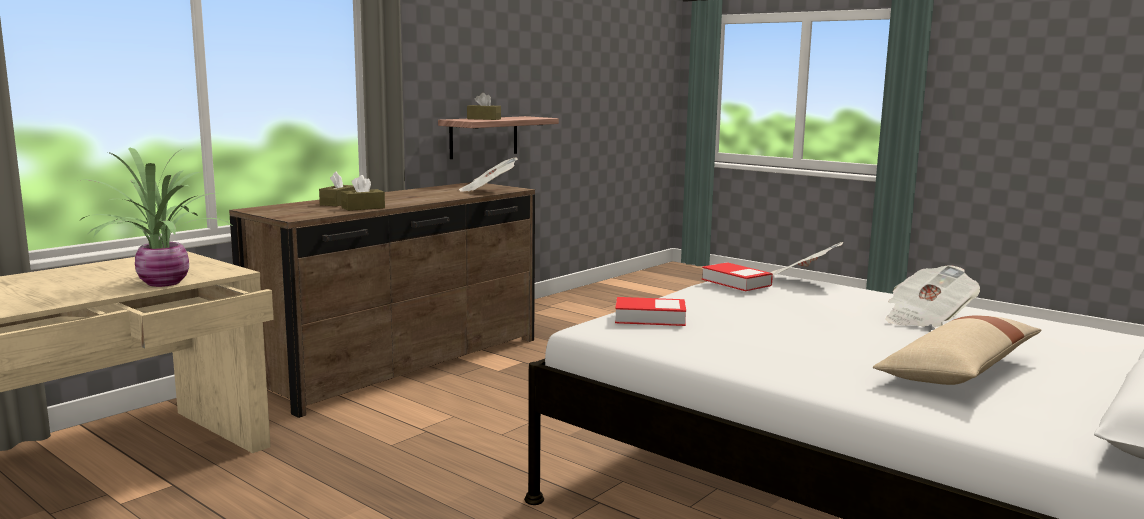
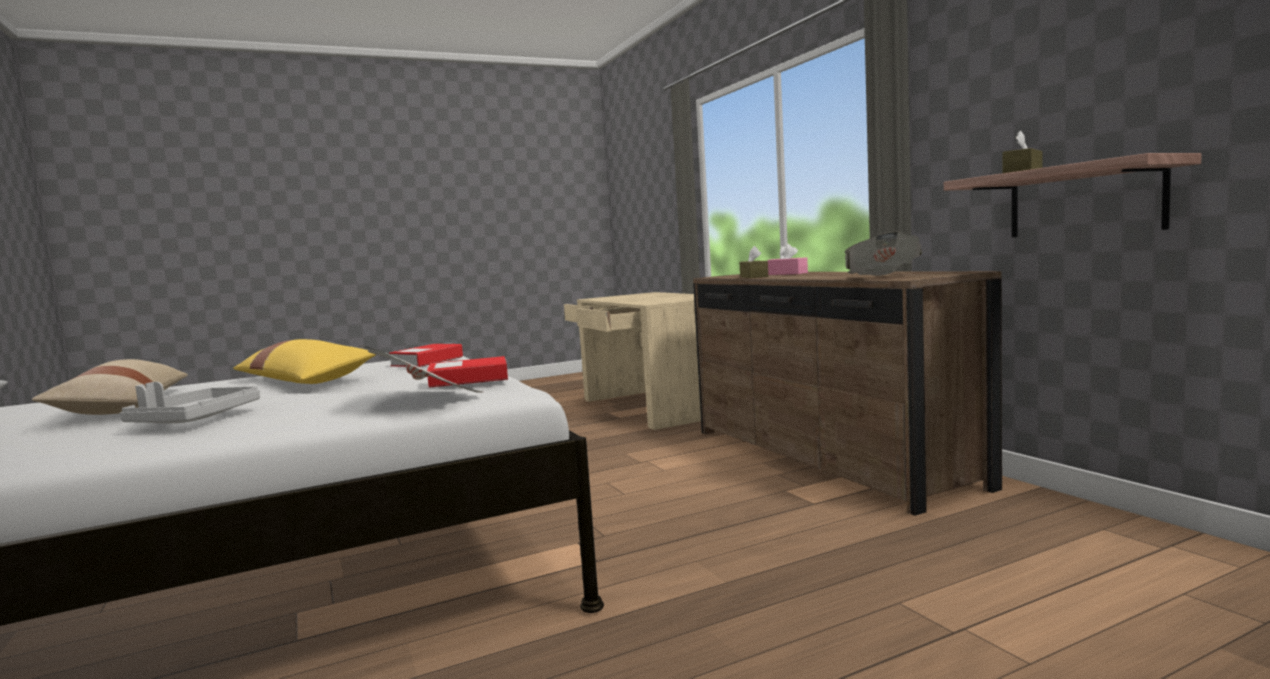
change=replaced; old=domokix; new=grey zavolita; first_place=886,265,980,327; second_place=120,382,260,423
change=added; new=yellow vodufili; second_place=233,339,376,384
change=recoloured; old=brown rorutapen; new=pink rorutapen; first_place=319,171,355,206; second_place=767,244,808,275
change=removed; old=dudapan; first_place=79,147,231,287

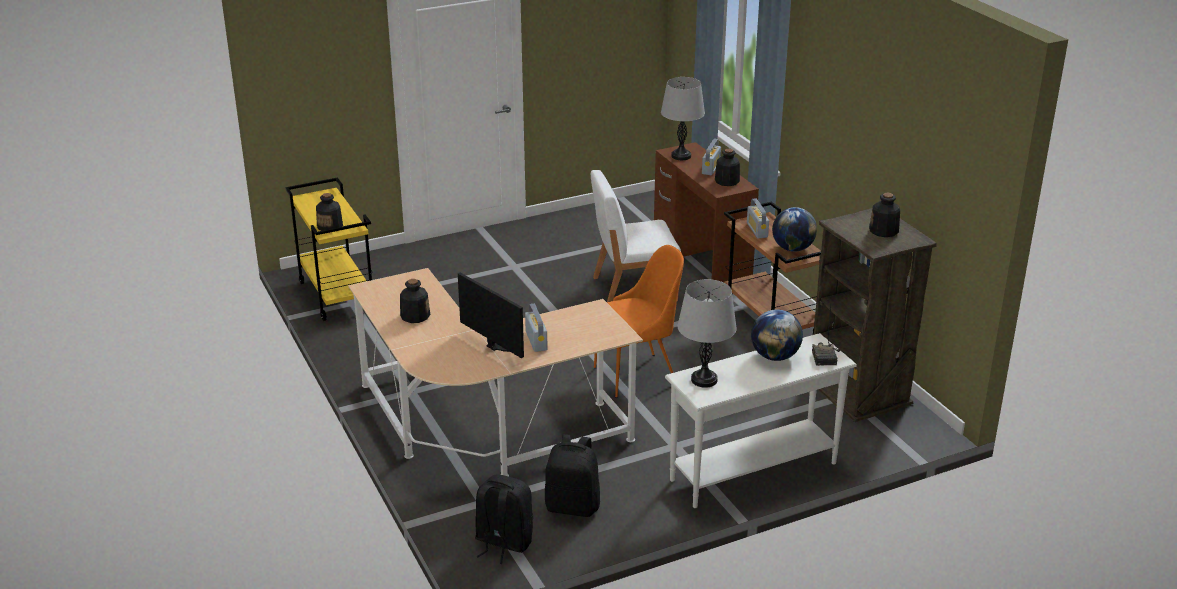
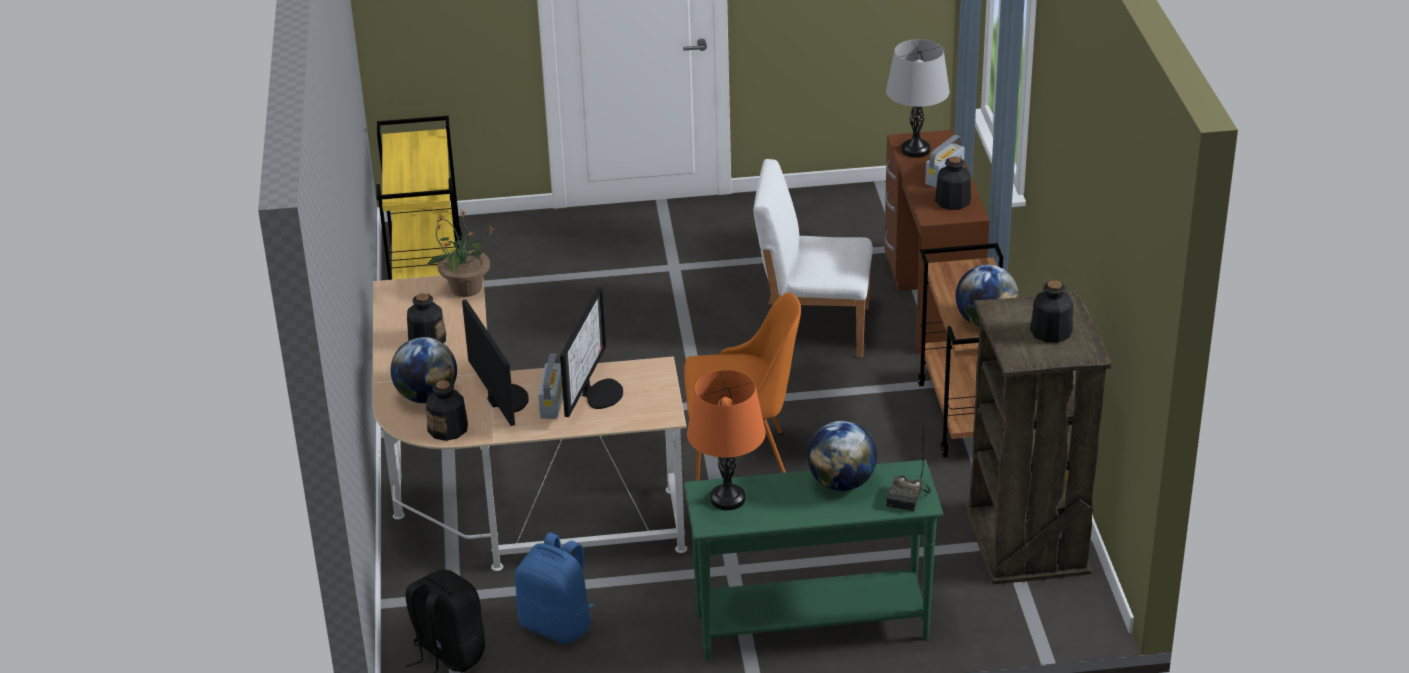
change=added; new=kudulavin; second_place=391,337,457,403
change=added; new=dudapan; second_place=426,210,496,297
change=moved; old=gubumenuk; first_place=316,193,343,231; second_place=426,380,468,441
change=recoloured; old=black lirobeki; new=blue lirobeki; first_place=545,434,600,517; second_place=515,532,594,644
change=added; new=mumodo; second_place=560,286,623,417
change=recoloured; old=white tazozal; new=green tazozal; first_place=665,333,857,509; second_place=684,460,944,661
change=recoloured; old=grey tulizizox; new=orange tulizizox; first_place=677,279,737,388; second_place=687,370,766,510
change=removed; old=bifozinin; first_place=747,198,769,239

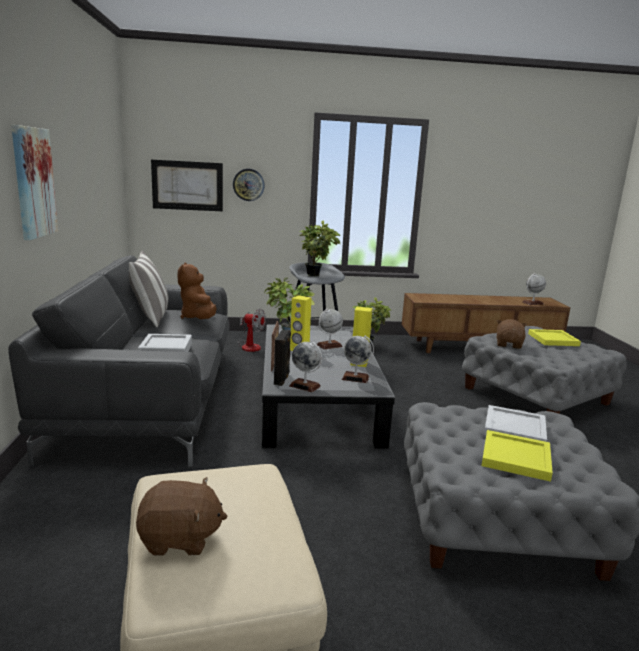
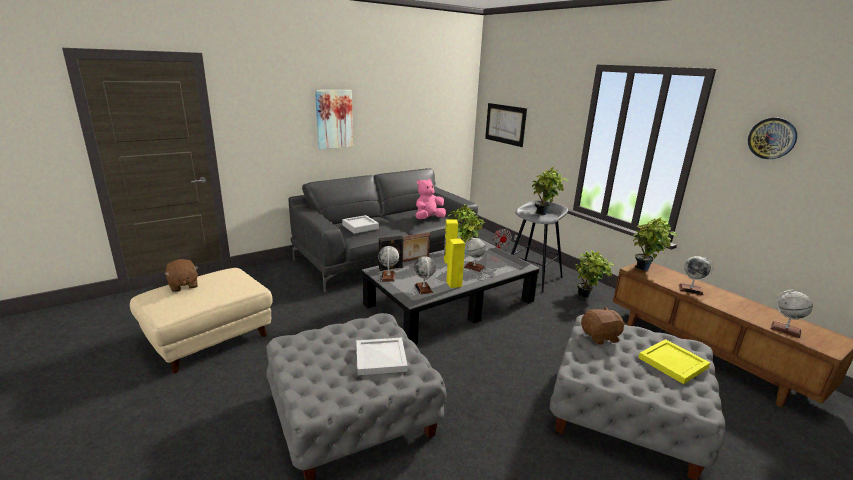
change=recoloured; old=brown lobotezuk; new=pink lobotezuk; first_place=177,263,216,319; second_place=415,179,446,219
change=added; new=dudapan; second_place=633,217,678,271
change=added; new=kudulavin; second_place=679,256,713,295
change=moved; old=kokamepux; first_place=233,169,265,201; second_place=748,118,797,159
change=removed; old=vodufili; first_place=129,251,168,327
change=removed; old=yellow zavolita; first_place=481,430,553,482

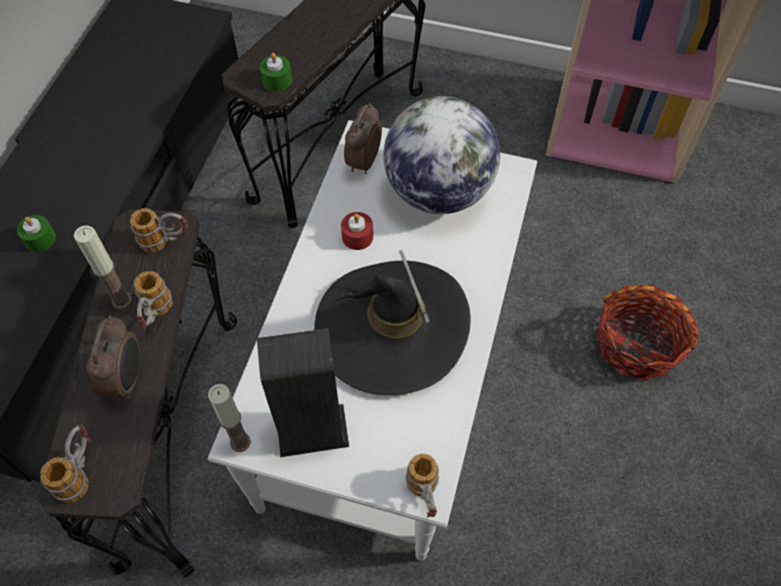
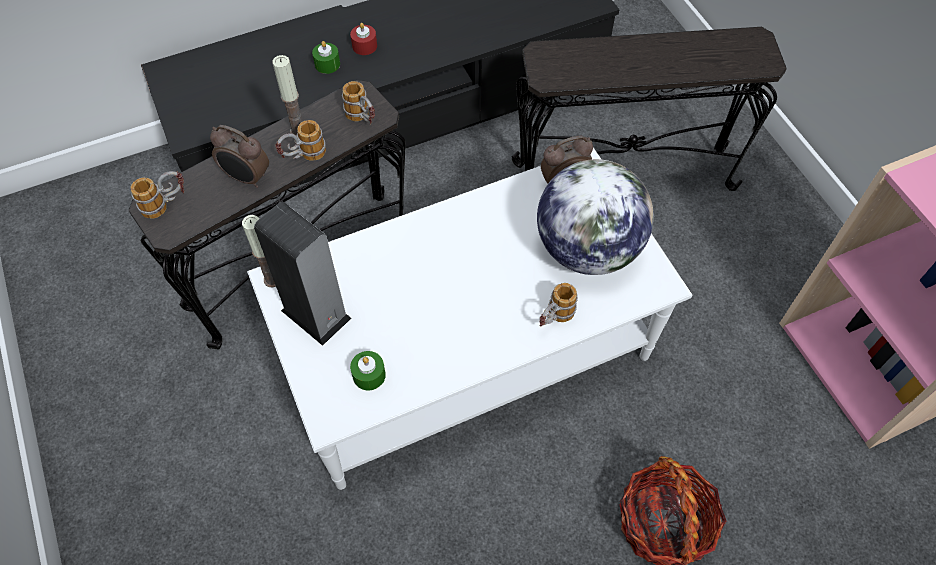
change=turned; old=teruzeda; first_place=86,316,140,399; second_place=210,125,269,188; degrees=60
change=moved; old=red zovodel; first_place=341,212,373,250; second_place=350,23,377,55
change=moved; old=green zovodel; first_place=260,53,292,91; second_place=350,351,386,390
change=moved; old=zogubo; first_place=406,454,439,517; second_place=540,283,578,326
change=removed; old=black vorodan; first_place=314,250,471,395

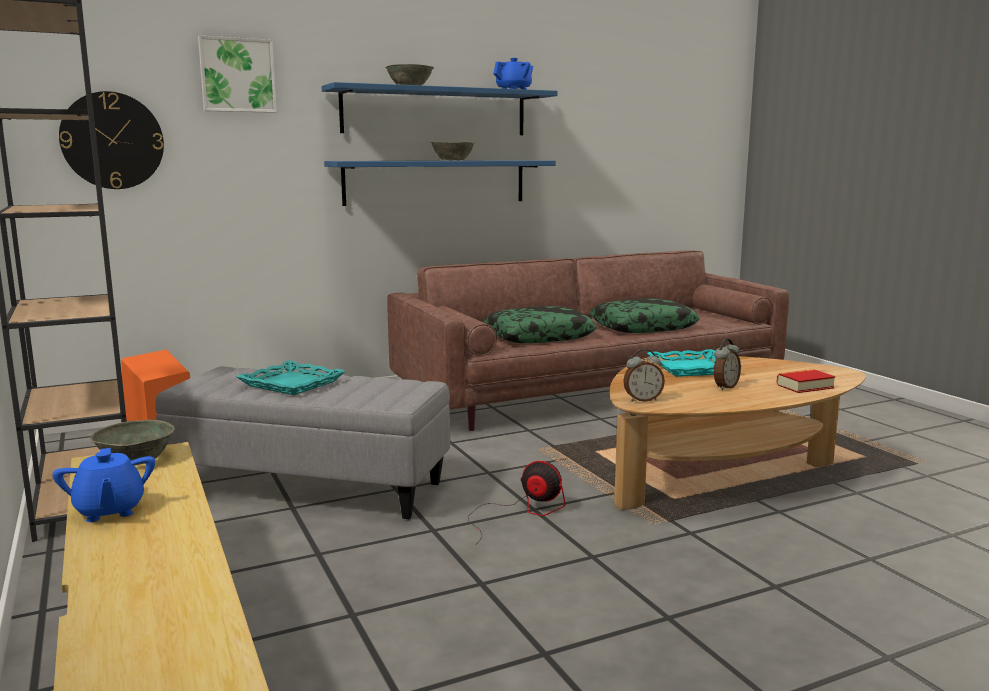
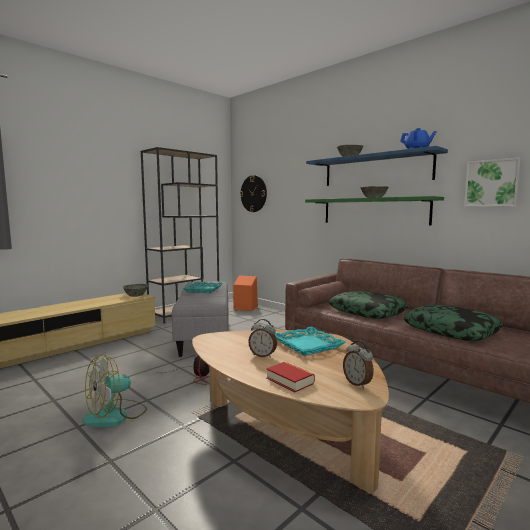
change=added; new=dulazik; second_place=82,354,147,427
change=recoloured; old=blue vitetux; new=green vitetux; first_place=324,160,556,206; second_place=305,196,444,225
change=moved; old=teruzeda; first_place=623,349,665,402; second_place=343,340,374,389
change=moved; old=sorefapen; first_place=198,35,277,113; second_place=464,157,521,207
change=removed; old=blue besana; first_place=52,448,155,522

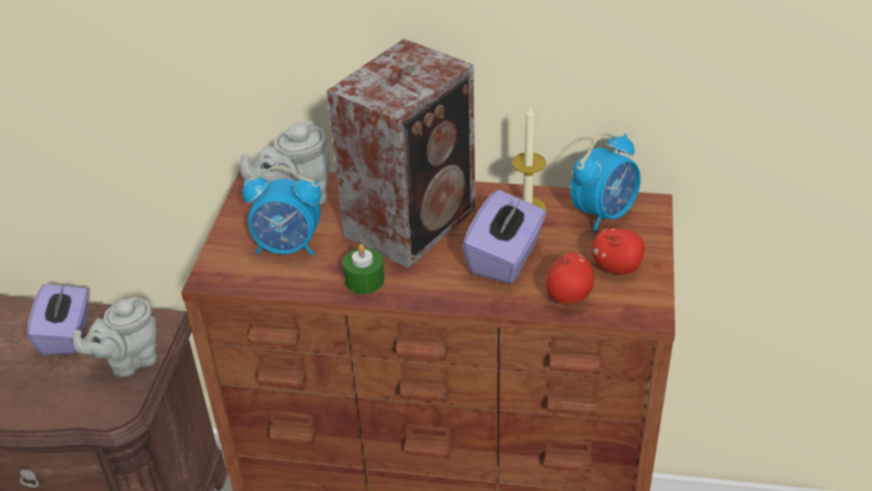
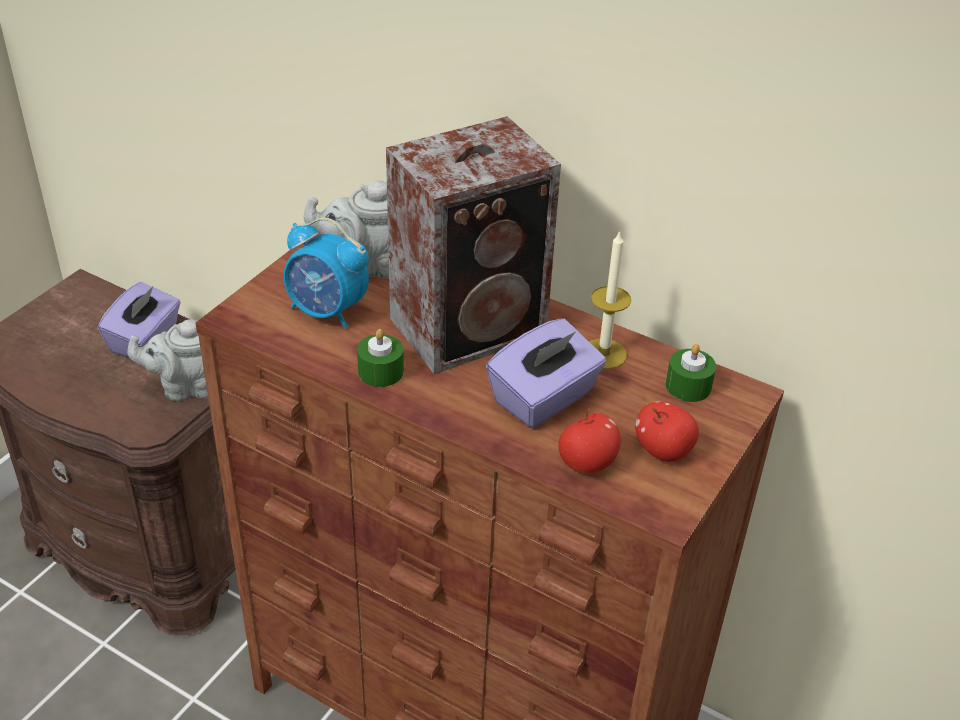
change=replaced; old=teruzeda; new=green zovodel; first_place=571,133,641,232; second_place=666,344,716,402

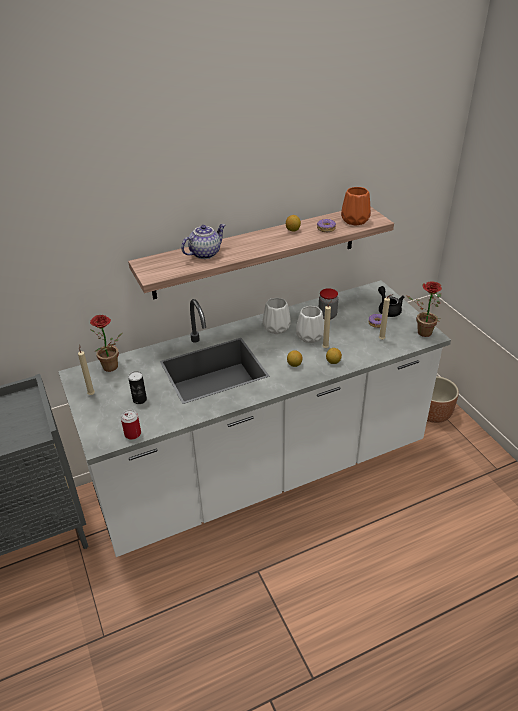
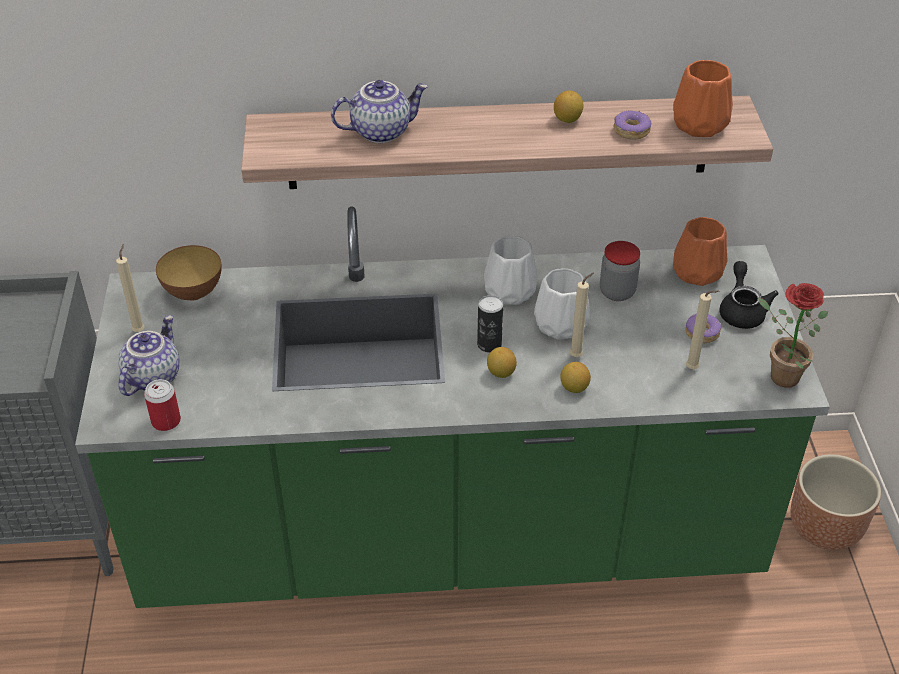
change=recoloured; old=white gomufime; new=green gomufime; first_place=58,280,451,557; second_place=75,206,830,608
change=added; new=besana; second_place=118,315,180,396
change=replaced; old=dudapan; new=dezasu; first_place=90,315,123,372; second_place=156,245,222,301
change=moved; old=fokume; first_place=128,371,147,404; second_place=477,295,503,353
change=added; new=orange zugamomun; second_place=673,217,727,286

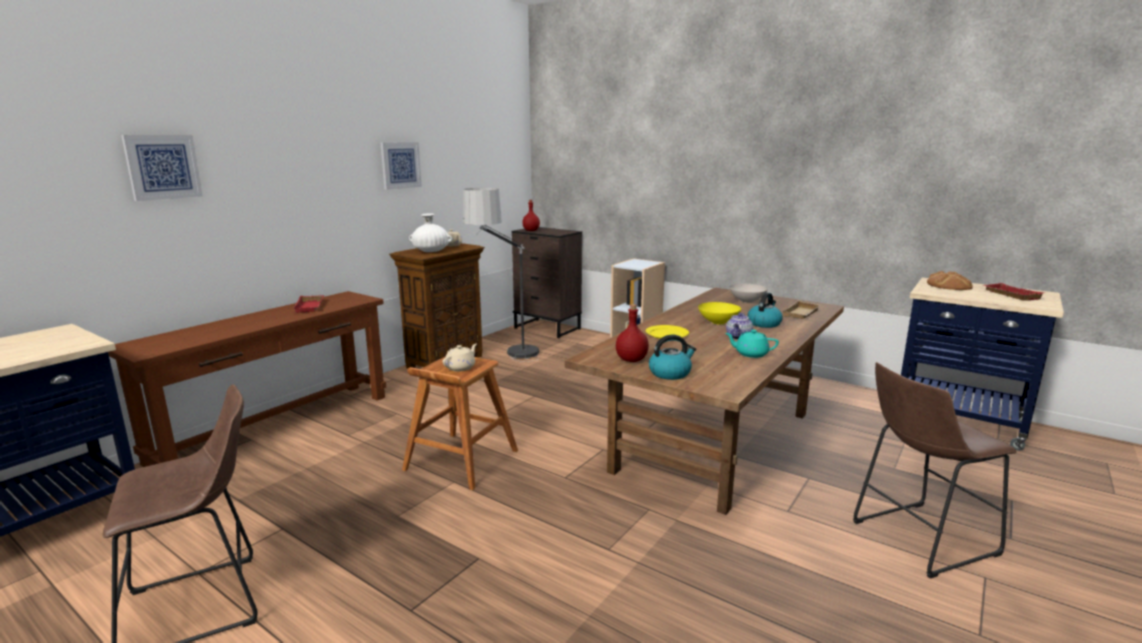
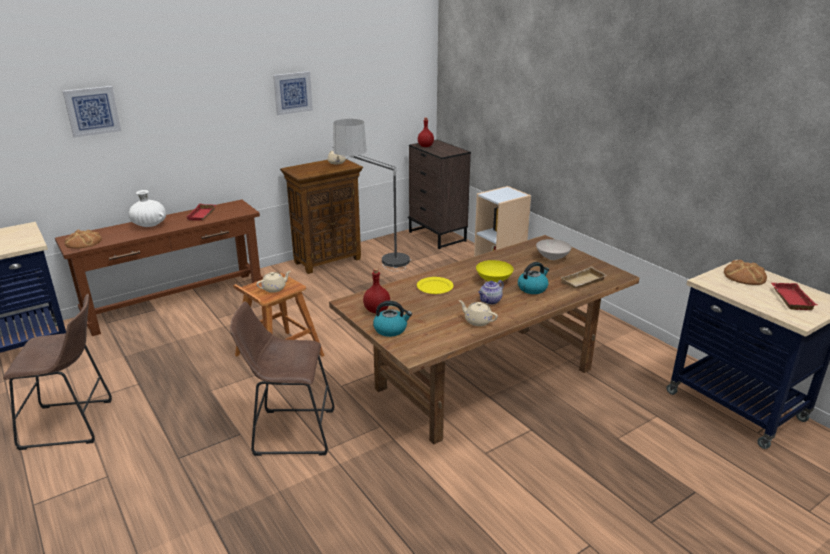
change=added; new=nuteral; second_place=65,230,102,249
change=moved; old=white zugamomun; first_place=409,213,452,252; second_place=129,190,166,227
change=moved; old=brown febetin; first_place=853,362,1016,579; second_place=230,301,334,456
change=recoloured; old=turquoise besana; new=beige besana; first_place=725,330,779,358; second_place=459,300,498,326

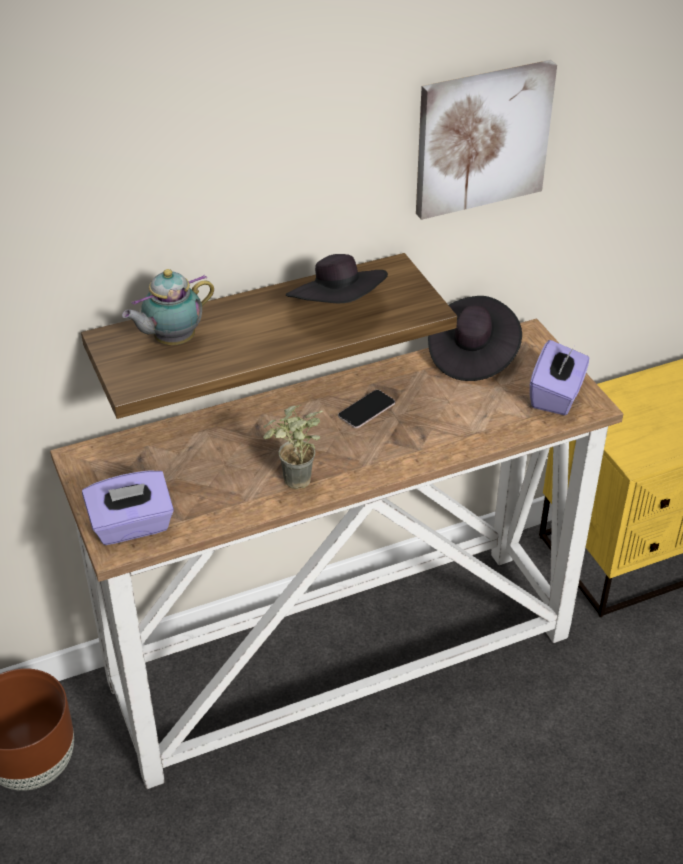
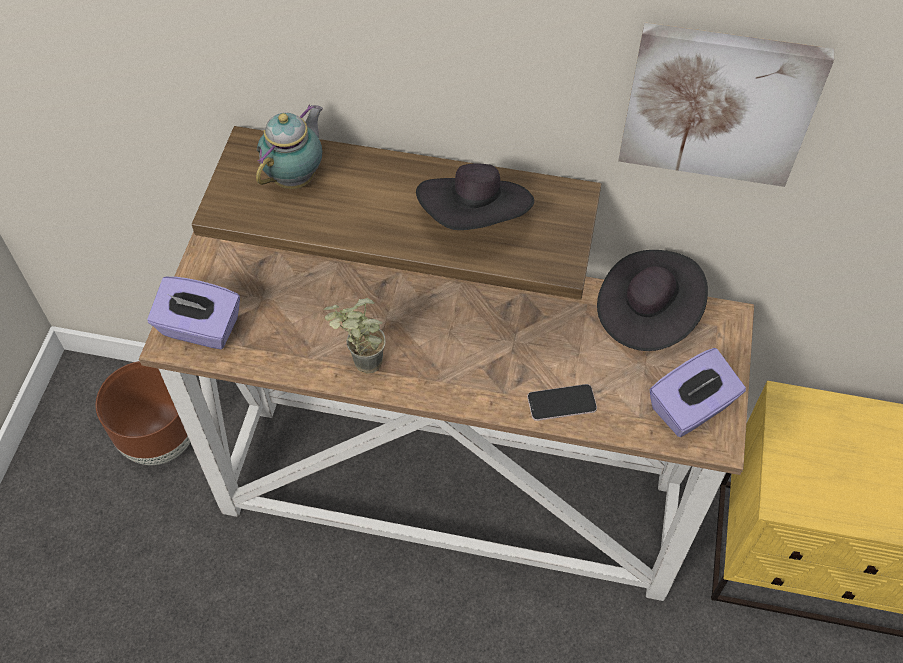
change=turned; old=besana; first_place=122,269,214,345; second_place=256,104,323,189; degrees=120
change=moved; old=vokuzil; first_place=338,390,395,428; second_place=527,384,597,421

